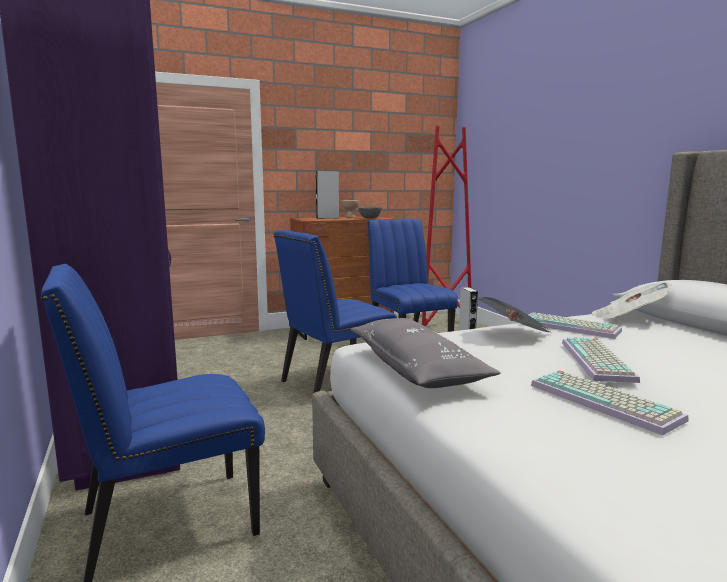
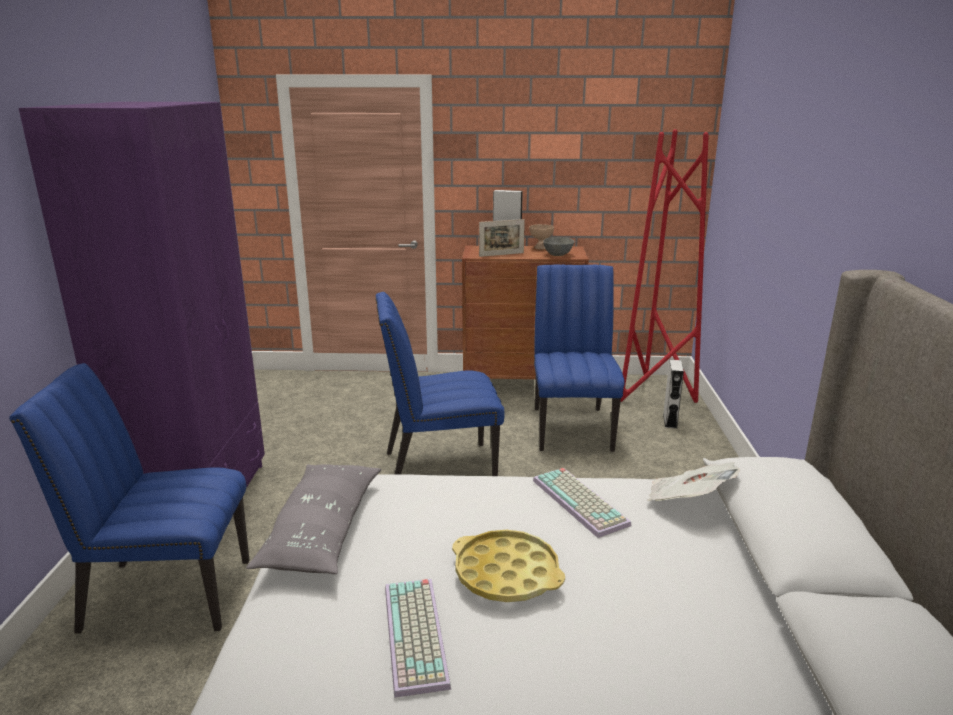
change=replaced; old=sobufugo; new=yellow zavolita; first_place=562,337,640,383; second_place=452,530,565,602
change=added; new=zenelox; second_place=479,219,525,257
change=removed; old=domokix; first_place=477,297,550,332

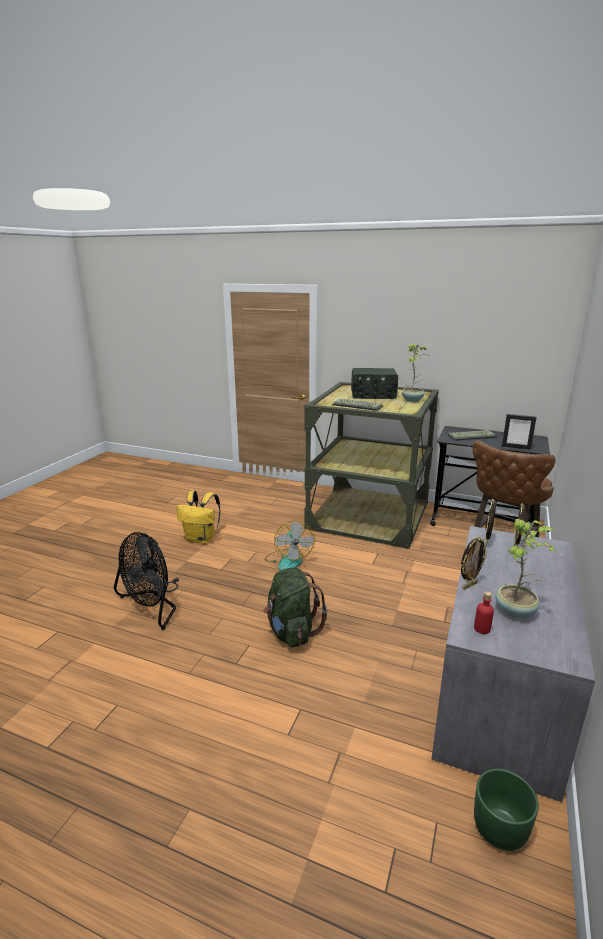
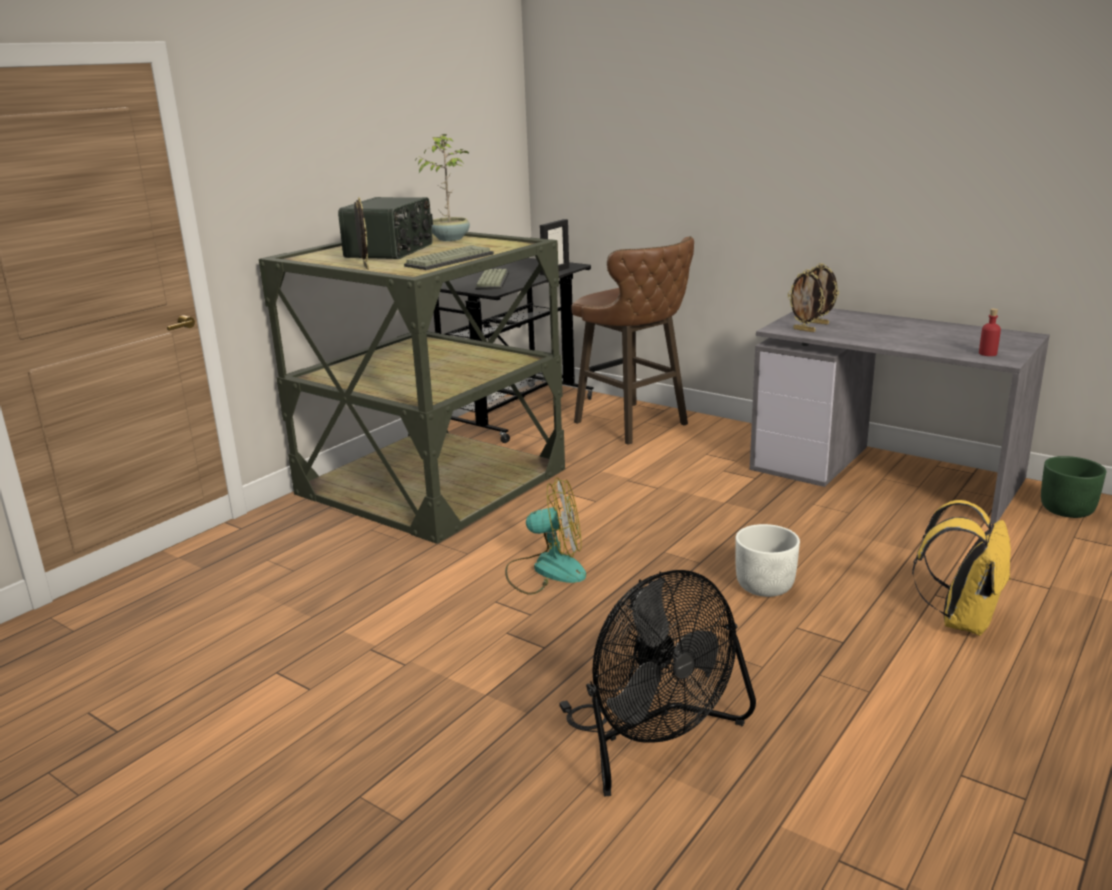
change=moved; old=zenelox; first_place=461,537,487,590; second_place=354,197,369,270
change=replaced; old=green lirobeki; new=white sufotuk; first_place=263,568,327,647; second_place=735,524,800,597
change=moved; old=yellow lirobeki; first_place=177,490,220,544; second_place=912,500,1011,636
change=removed; old=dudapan; first_place=496,519,557,618

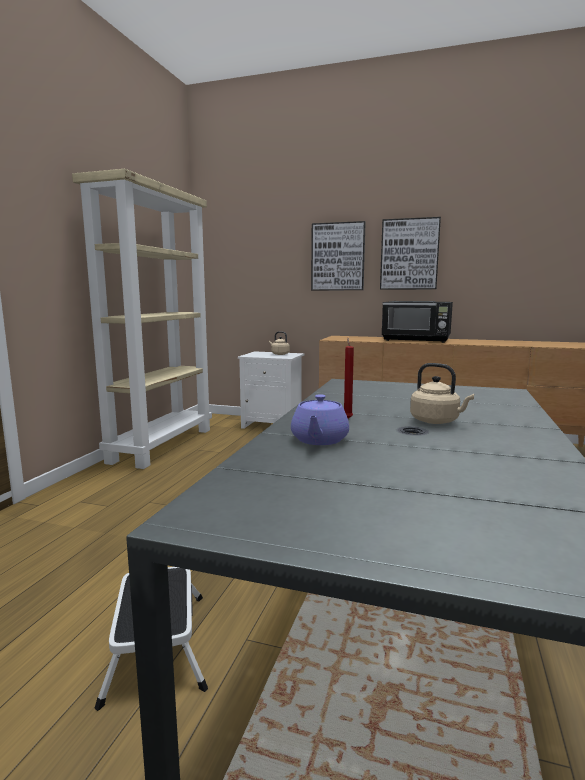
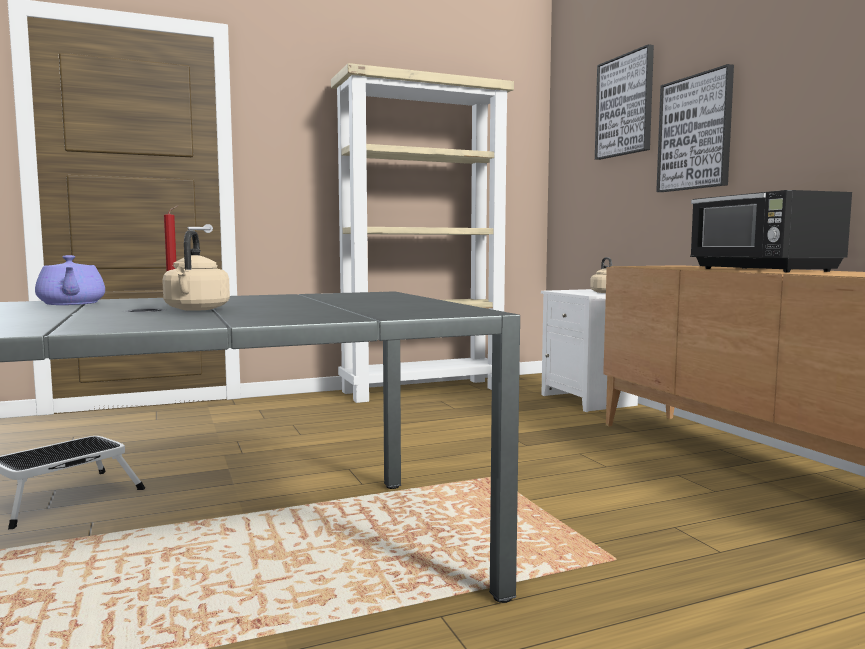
change=turned; old=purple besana; first_place=291,395,349,445; second_place=35,255,105,305; degrees=-90
change=moved; old=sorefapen; first_place=380,217,441,289; second_place=595,44,654,160

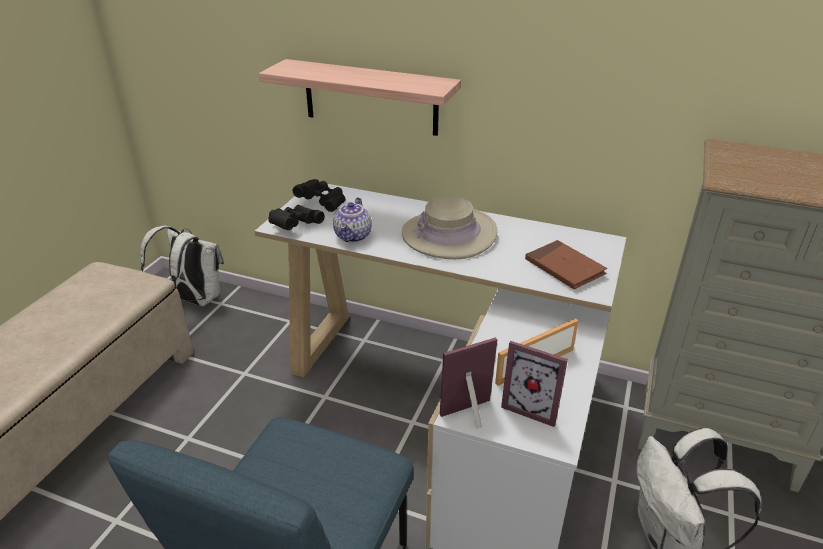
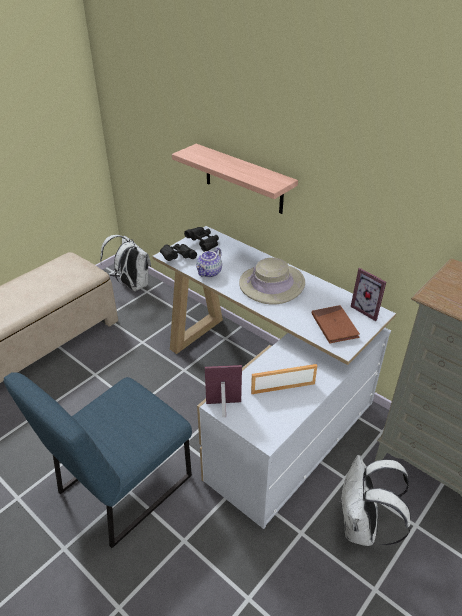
change=moved; old=zenelox; first_place=501,341,568,427; second_place=351,268,386,321

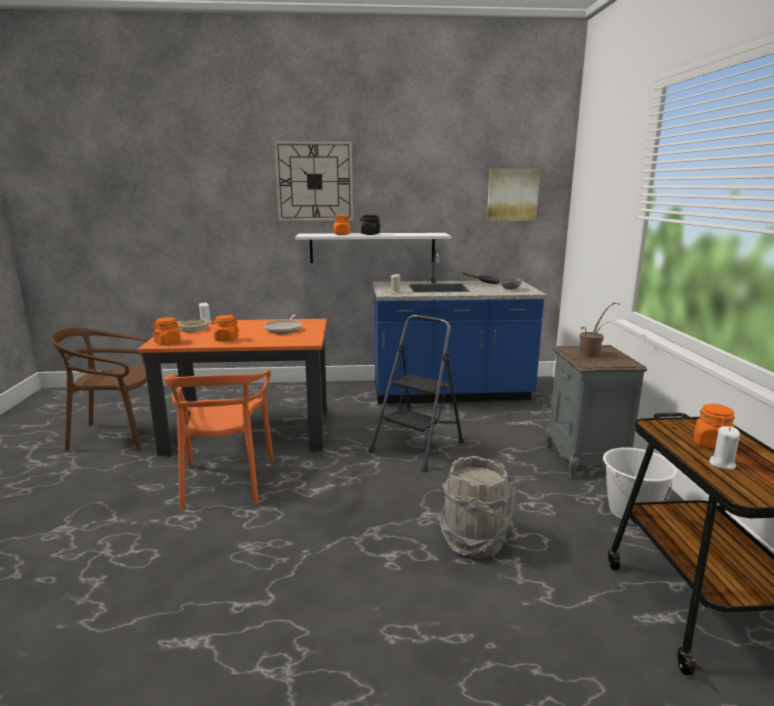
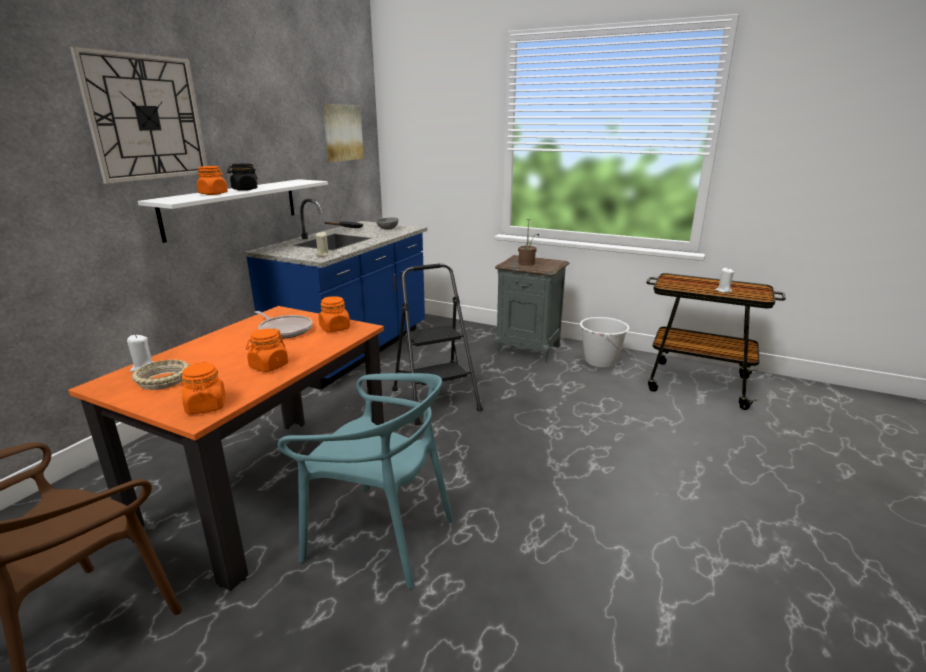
change=recoloured; old=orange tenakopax; new=turquoise tenakopax; first_place=164,370,274,510; second_place=278,373,453,588
change=moved; old=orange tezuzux; first_place=694,403,735,449; second_place=319,296,350,332
change=removed; old=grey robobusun; first_place=439,456,515,558

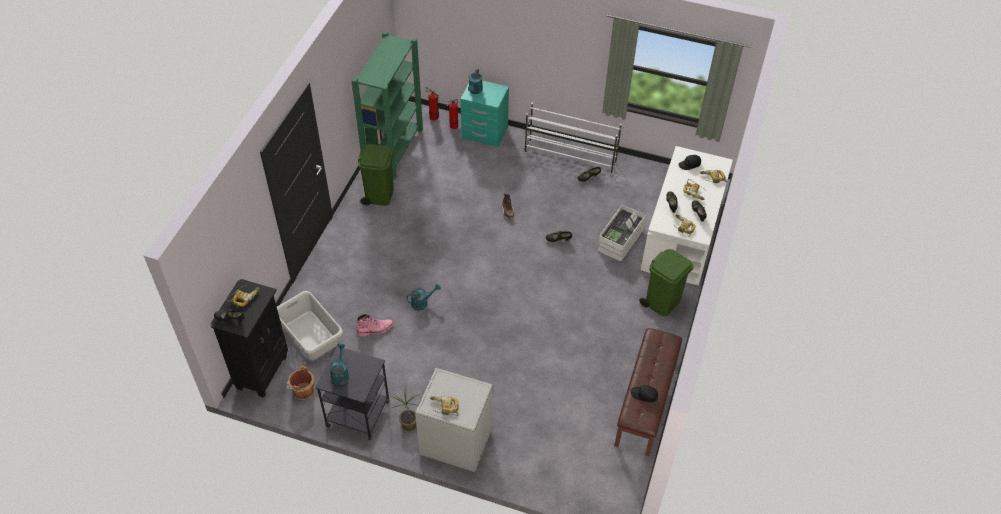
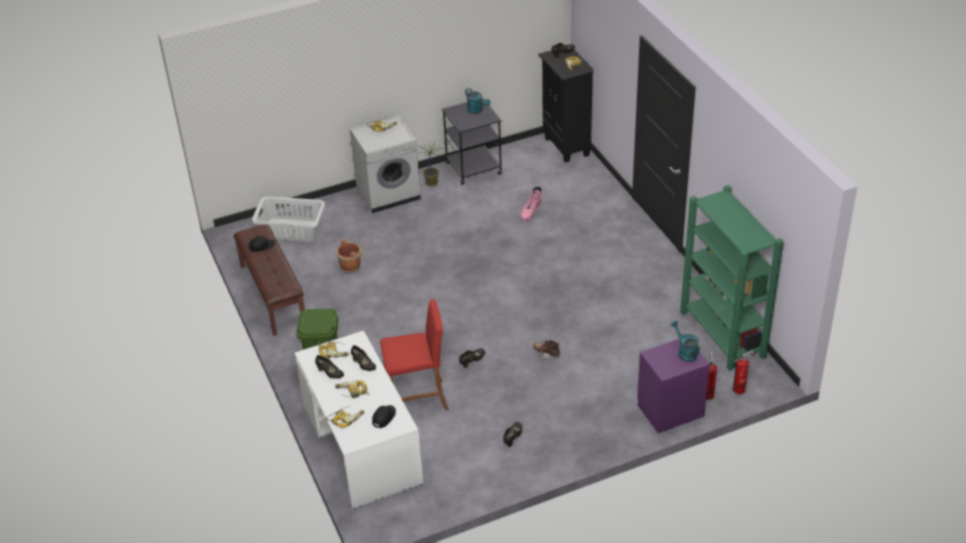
change=moved; old=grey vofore; first_place=277,291,343,360; second_place=252,197,325,242
change=moved; old=brown robobusun; first_place=286,366,315,400; second_place=336,239,364,273
change=replaced; old=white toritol; new=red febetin; first_place=597,205,645,261; second_place=380,299,449,410
change=recoloured; old=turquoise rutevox; new=purple rutevox; first_place=460,80,509,147; second_place=637,339,710,433
change=removed; old=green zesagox; first_place=358,144,394,206
change=removed; old=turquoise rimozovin; first_place=407,284,441,310
change=removed; old=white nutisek; first_place=525,103,622,174

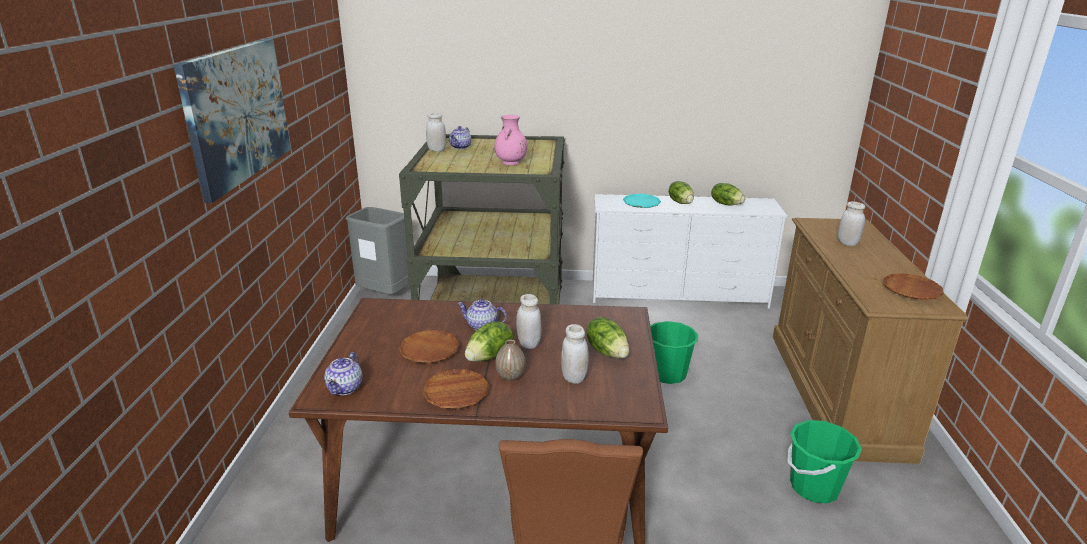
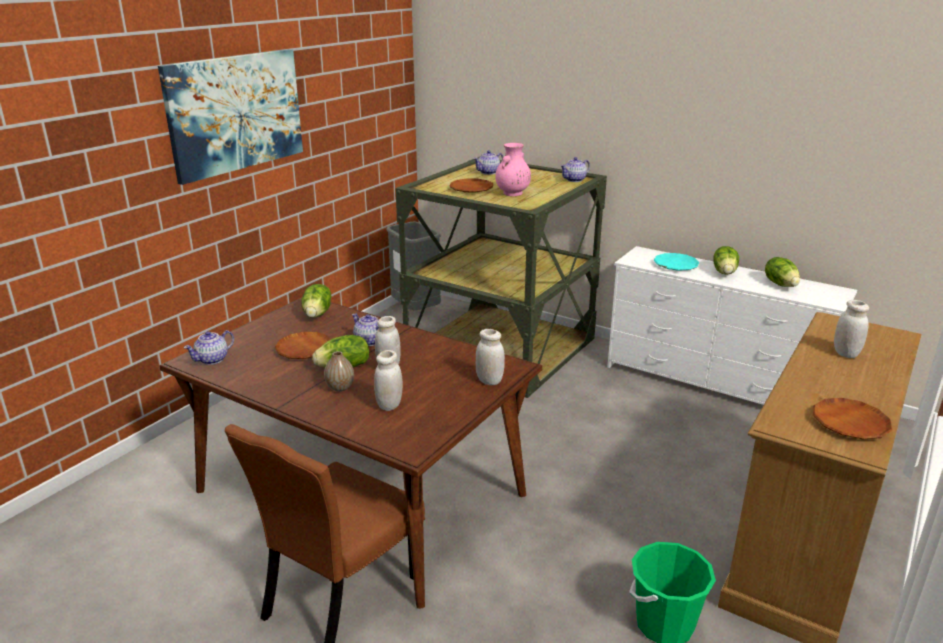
change=moved; old=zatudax; first_place=587,317,629,358; second_place=301,284,331,318
change=moved; old=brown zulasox; first_place=422,369,489,409; second_place=450,178,493,192
change=moved; old=white tezuzux; first_place=426,113,446,151; second_place=476,329,505,385
change=added; new=besana; second_place=560,157,590,182
change=removed; old=green robobusun; first_place=650,321,698,384

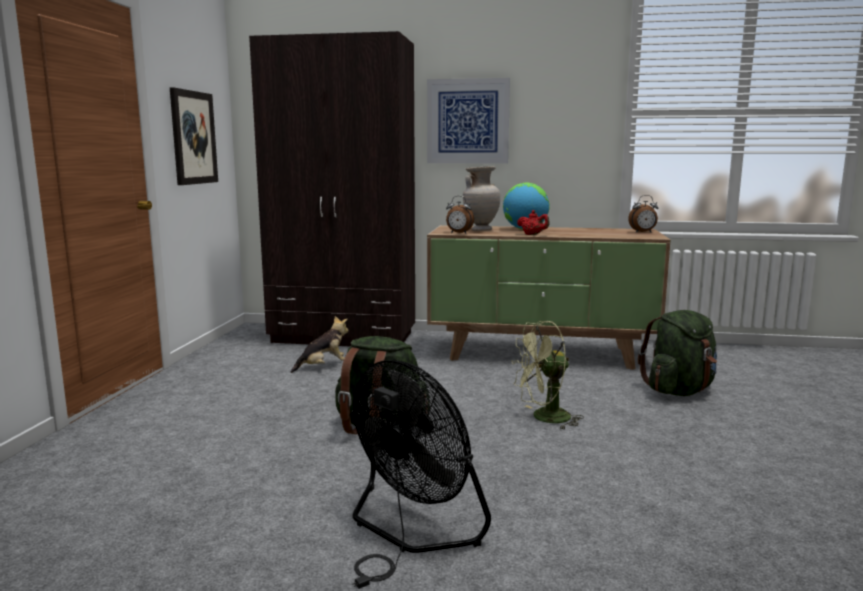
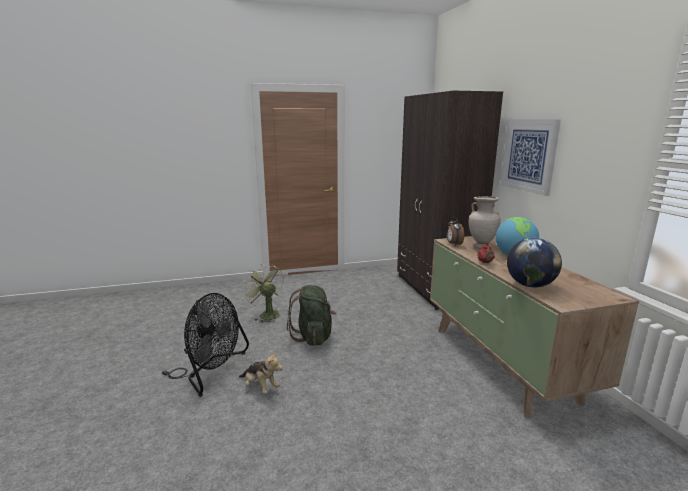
change=moved; old=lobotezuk; first_place=291,316,349,373; second_place=239,353,283,394
change=moved; old=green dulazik; first_place=512,321,584,430; second_place=242,264,284,323
change=added; new=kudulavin; second_place=507,238,562,288
change=removed; old=sorefapen; first_place=170,87,218,185
change=removed; old=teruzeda; first_place=628,195,658,233
change=removed; old=green lirobeki; first_place=638,310,717,396

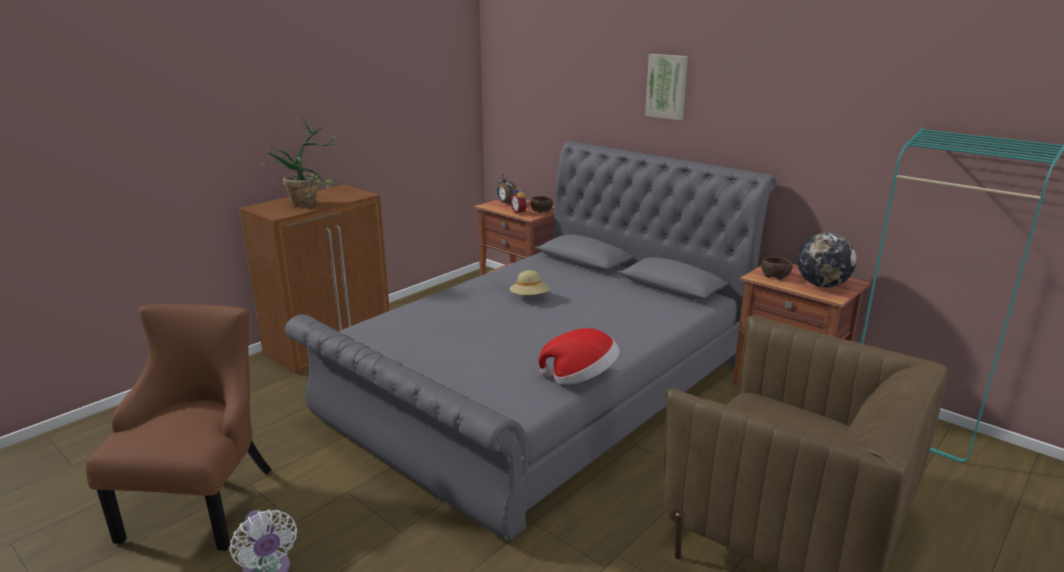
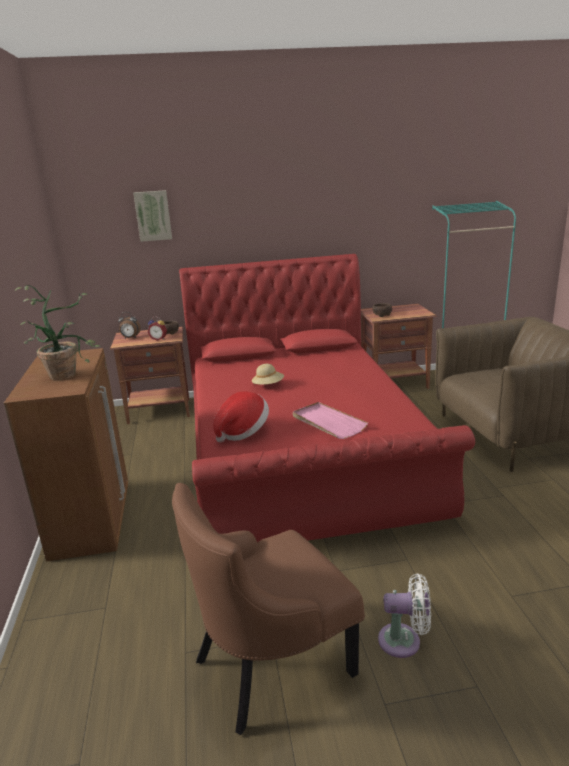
change=moved; old=sorefapen; first_place=645,54,688,120; second_place=133,190,172,242
change=turned; old=brown tenakopax; first_place=86,304,272,551; second_place=172,483,365,735; degrees=-75
change=recoloured; old=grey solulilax; new=red solulilax; first_place=285,141,776,541; second_place=179,254,475,542
change=moved; old=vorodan; first_place=538,328,619,385; second_place=213,391,269,443
change=added; new=pink zavolita; second_place=293,402,368,439
change=removed; old=kudulavin; first_place=797,233,856,288

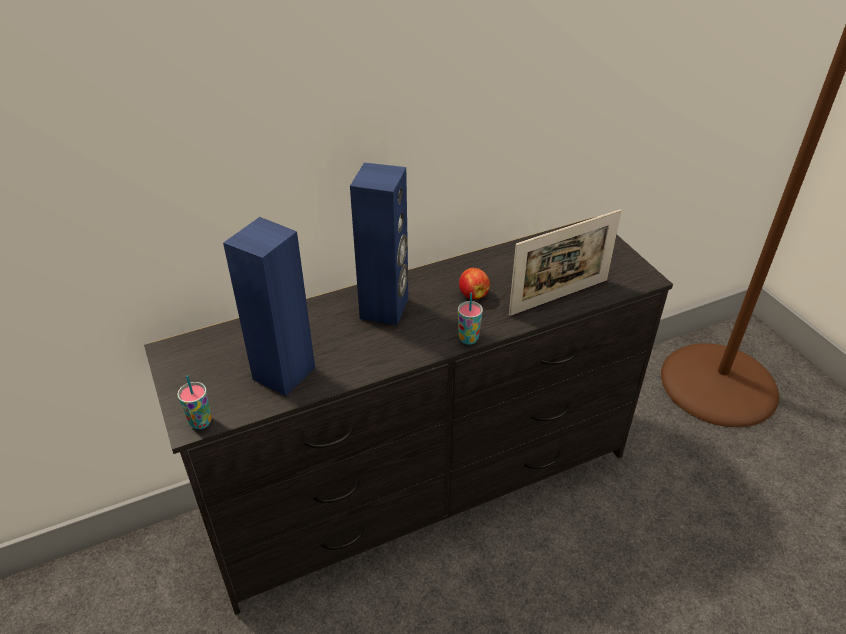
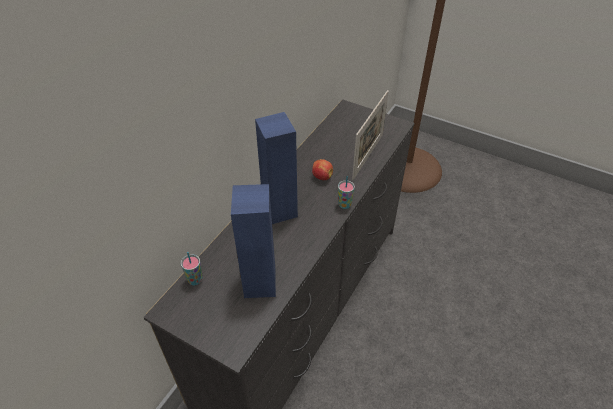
change=moved; old=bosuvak; first_place=177,375,212,429; second_place=181,252,203,285

